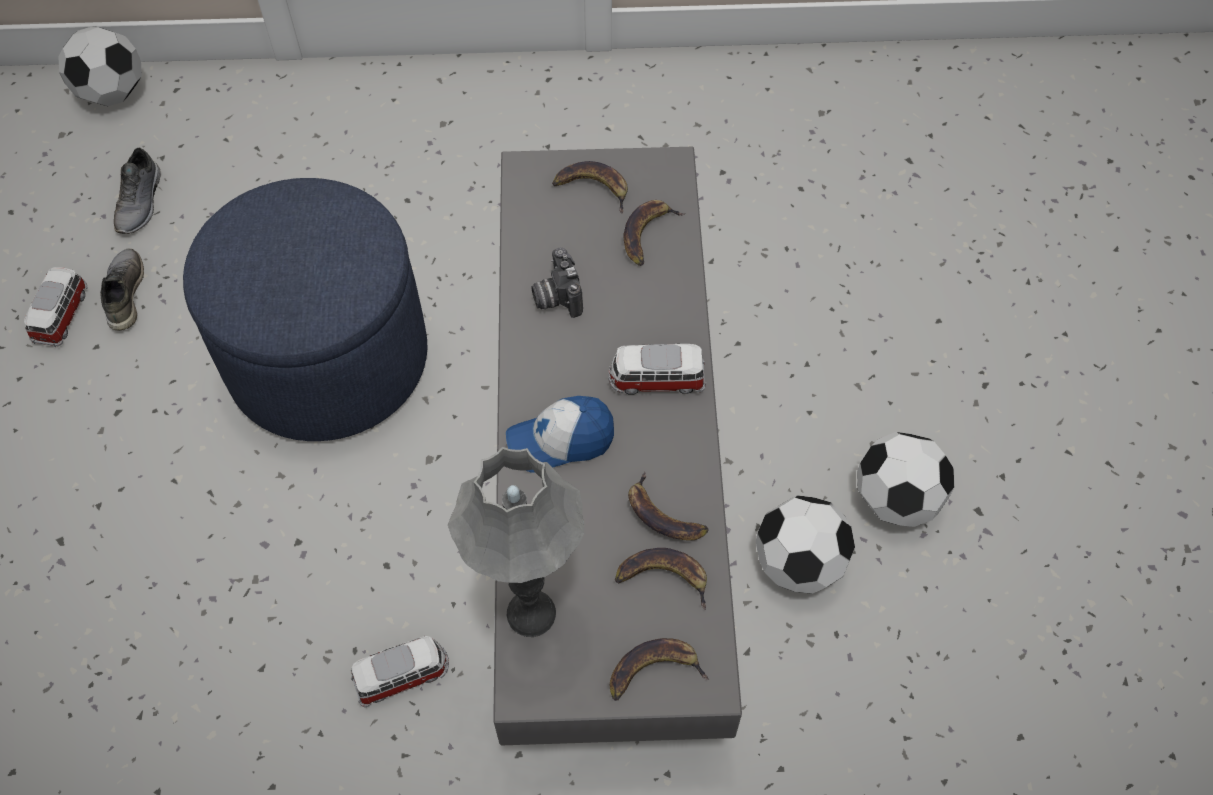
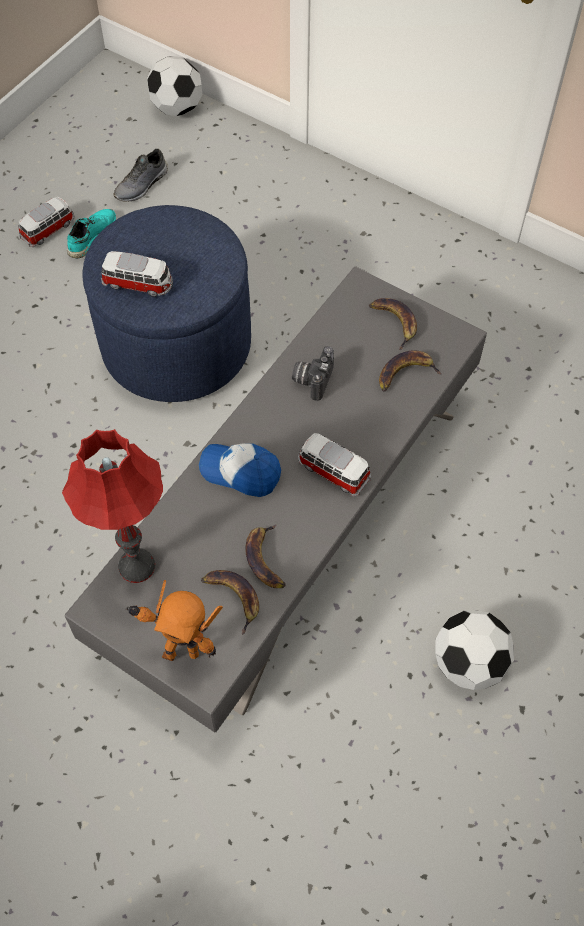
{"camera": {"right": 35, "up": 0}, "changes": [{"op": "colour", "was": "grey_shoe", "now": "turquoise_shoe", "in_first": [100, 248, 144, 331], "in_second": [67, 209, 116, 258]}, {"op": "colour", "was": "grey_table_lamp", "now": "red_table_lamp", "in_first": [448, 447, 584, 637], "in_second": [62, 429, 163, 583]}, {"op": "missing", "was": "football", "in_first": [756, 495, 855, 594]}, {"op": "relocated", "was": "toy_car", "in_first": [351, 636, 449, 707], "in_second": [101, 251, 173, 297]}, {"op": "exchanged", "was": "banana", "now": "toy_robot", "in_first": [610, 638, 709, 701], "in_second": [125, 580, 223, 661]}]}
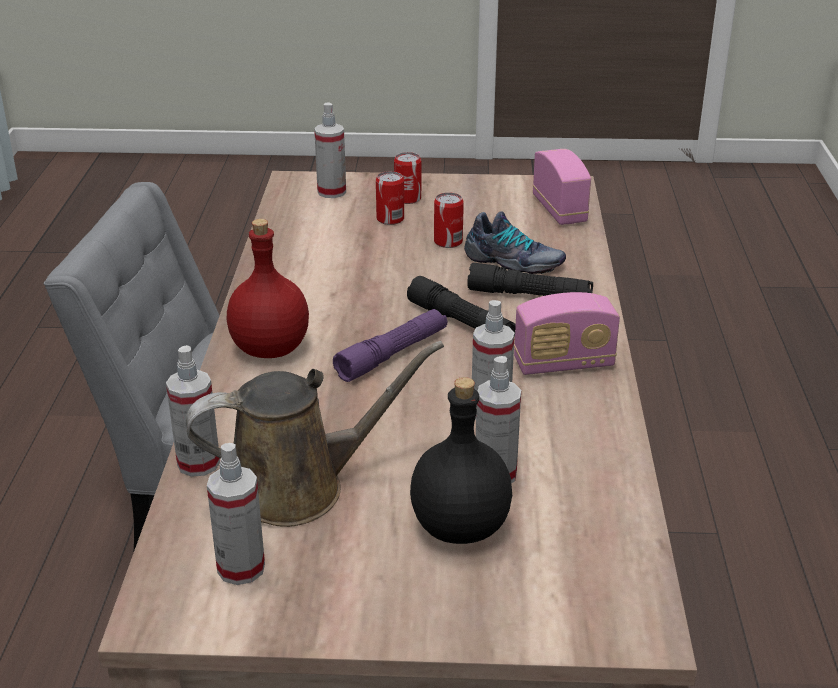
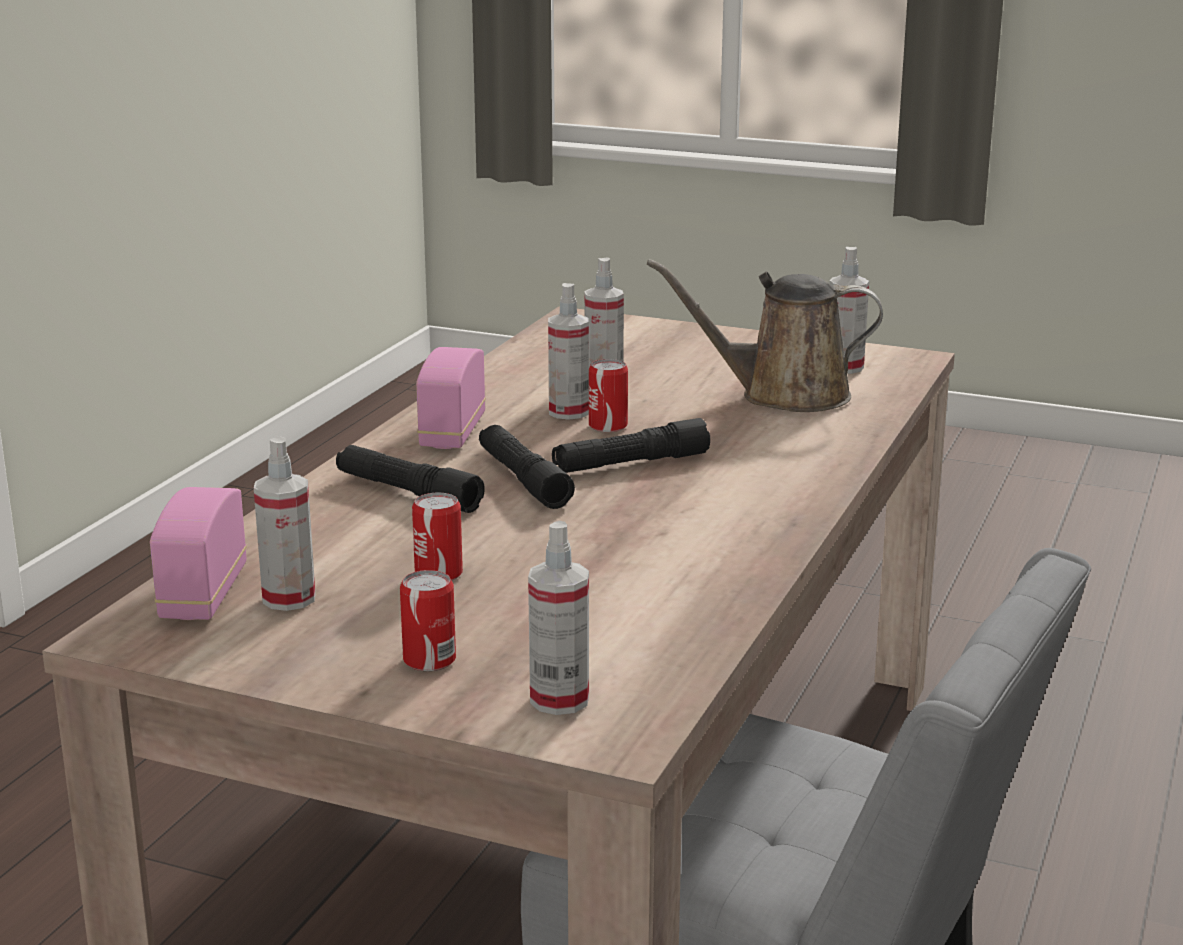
{"camera": {"right": -160, "up": -10}, "changes": [{"op": "relocated", "was": "can", "in_first": [376, 171, 404, 225], "in_second": [589, 359, 628, 432]}, {"op": "missing", "was": "shoe", "in_first": [464, 211, 566, 274]}, {"op": "missing", "was": "red_bottle", "in_first": [227, 219, 309, 358]}, {"op": "spun", "was": "radio", "in_first": [514, 292, 620, 375], "in_second": [416, 347, 486, 449], "clockwise": -90}, {"op": "colour", "was": "purple_flashlight", "now": "black_flashlight", "in_first": [333, 309, 447, 382], "in_second": [552, 418, 710, 473]}, {"op": "relocated", "was": "spray_bottle", "in_first": [166, 345, 220, 477], "in_second": [254, 436, 315, 611]}, {"op": "missing", "was": "black_bottle", "in_first": [410, 377, 512, 544]}]}
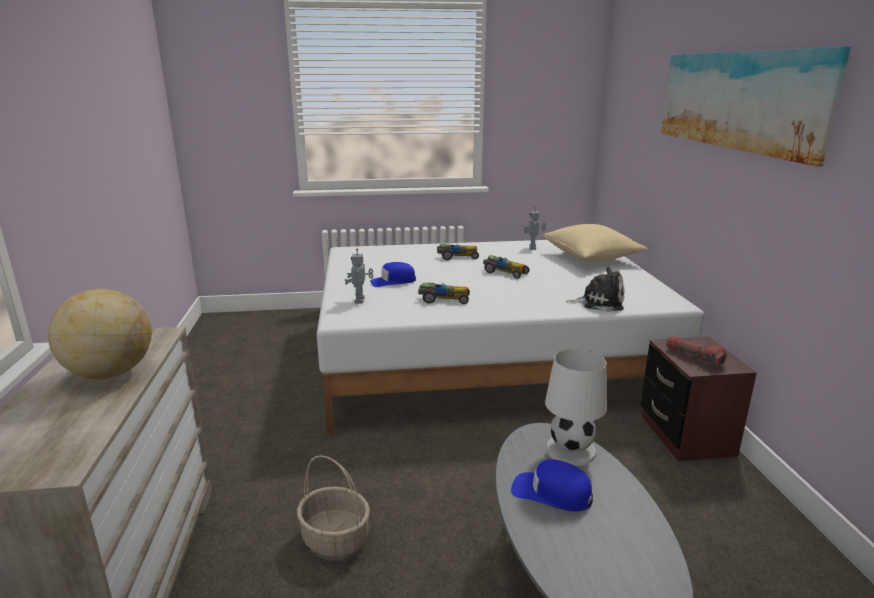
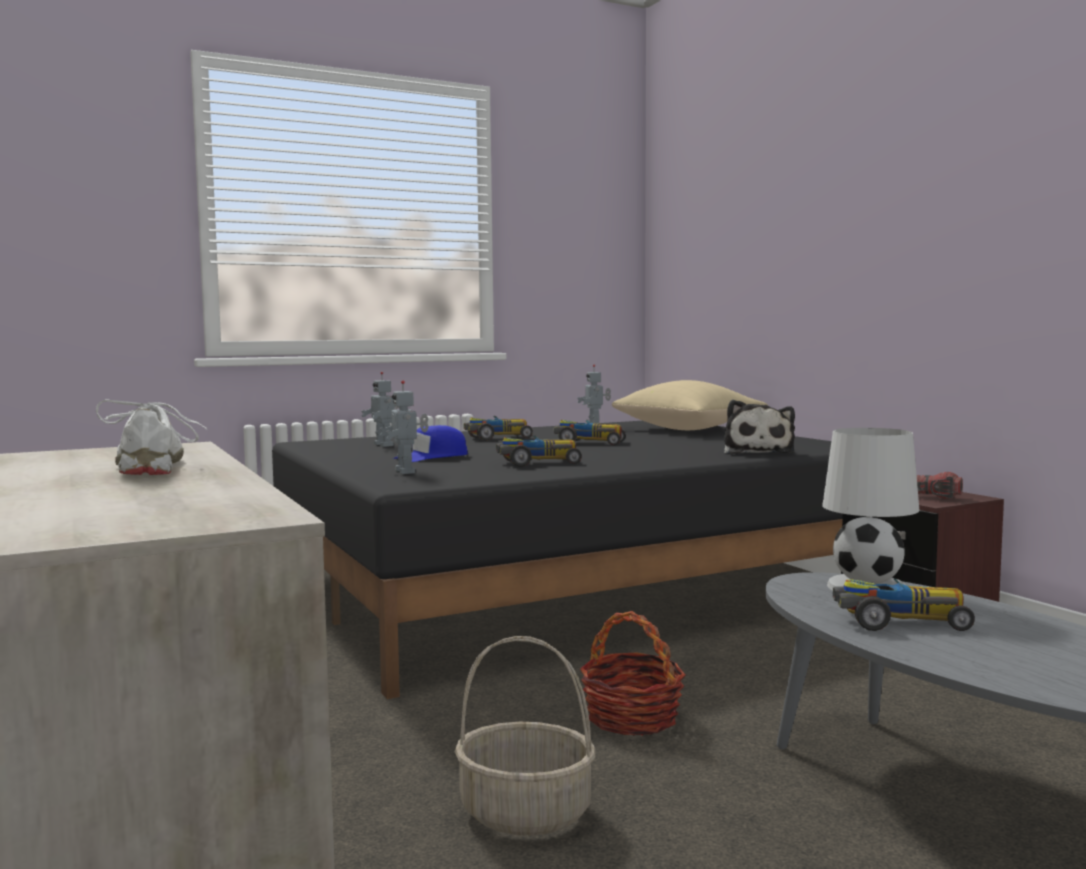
{"camera": {"right": -20, "up": -15}, "changes": [{"op": "missing", "was": "picture", "in_first": [661, 46, 851, 167]}, {"op": "colour", "was": "white_bed", "now": "black_bed", "in_first": [317, 240, 704, 434], "in_second": [272, 421, 843, 699]}, {"op": "spun", "was": "plush_toy", "in_first": [566, 267, 624, 312], "in_second": [724, 400, 795, 454], "clockwise": 105}, {"op": "exchanged", "was": "globe", "now": "white_shoe", "in_first": [48, 289, 152, 379], "in_second": [96, 399, 207, 475]}, {"op": "exchanged", "was": "blue_cap", "now": "toy_car", "in_first": [511, 459, 593, 512], "in_second": [833, 578, 975, 631]}, {"op": "appeared", "now": "toy_robot", "in_second": [361, 372, 399, 447]}, {"op": "appeared", "now": "basket", "in_second": [580, 611, 686, 736]}]}
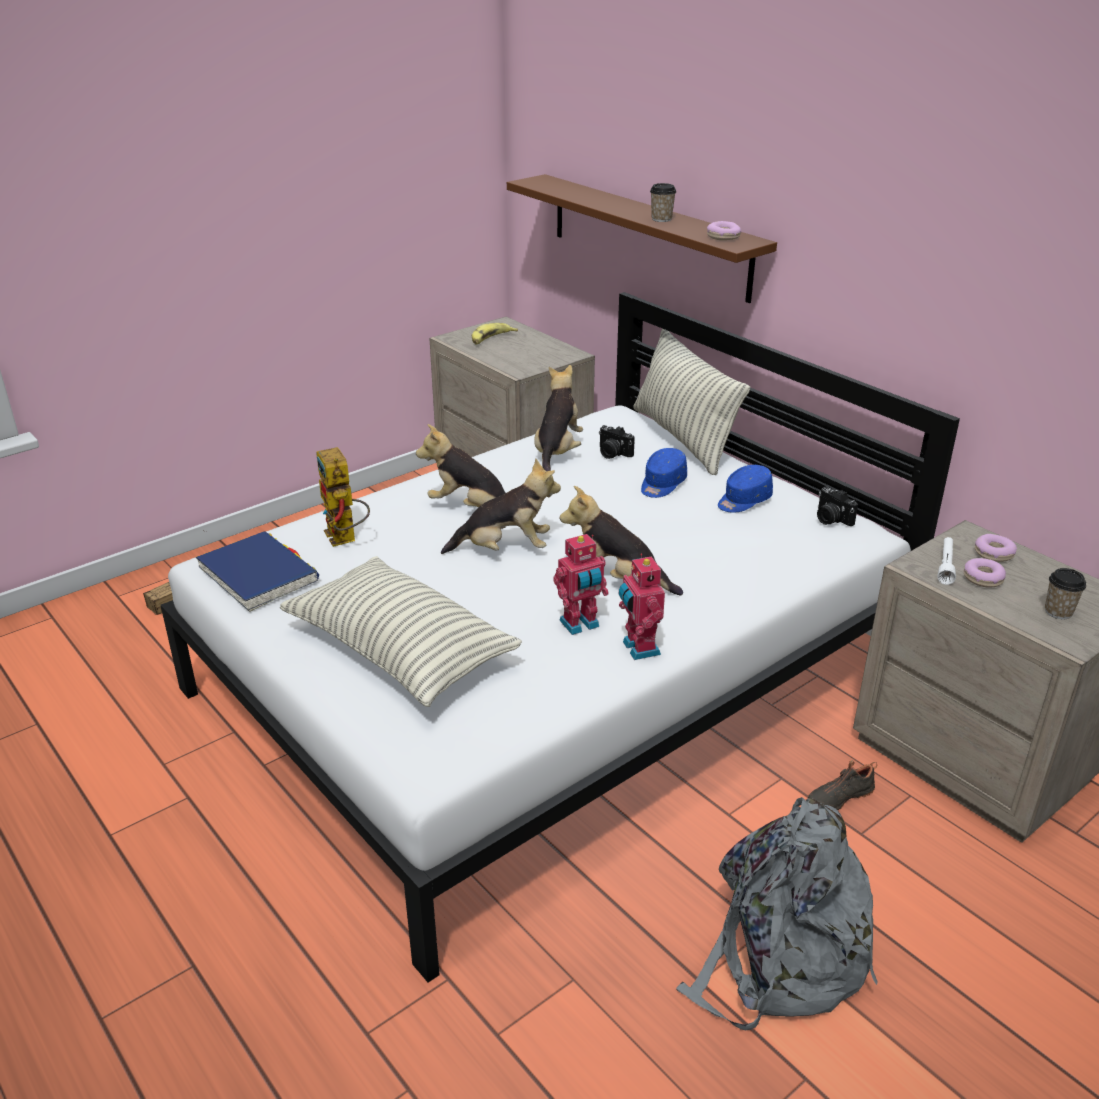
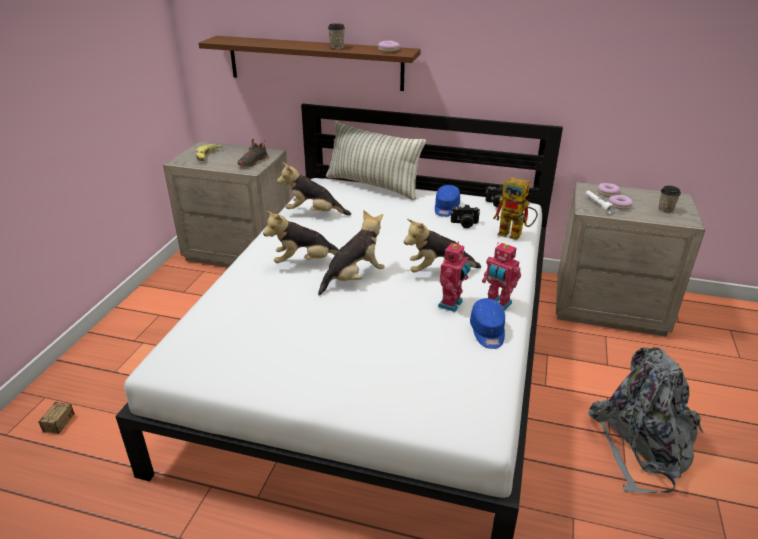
{"camera": {"right": -35, "up": 0}, "changes": [{"op": "spun", "was": "plush_toy", "in_first": [534, 365, 583, 471], "in_second": [277, 162, 351, 216], "clockwise": -60}, {"op": "relocated", "was": "photo_camera", "in_first": [599, 425, 635, 459], "in_second": [451, 204, 480, 228]}, {"op": "relocated", "was": "toy_robot", "in_first": [316, 447, 370, 547], "in_second": [493, 177, 538, 240]}, {"op": "relocated", "was": "blue_cap", "in_first": [641, 448, 687, 498], "in_second": [470, 298, 505, 349]}, {"op": "missing", "was": "blue_book", "in_first": [196, 531, 319, 612]}, {"op": "missing", "was": "pillow", "in_first": [280, 556, 522, 707]}, {"op": "relocated", "was": "black_shoe", "in_first": [808, 760, 877, 810], "in_second": [238, 139, 268, 167]}]}
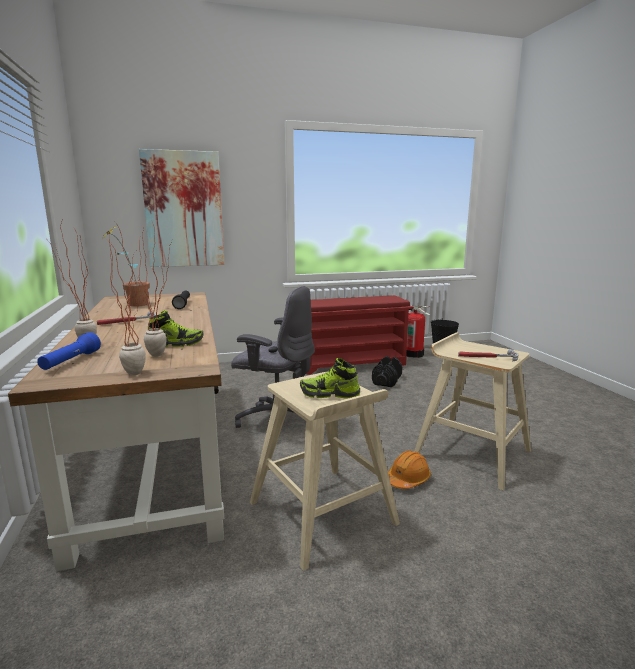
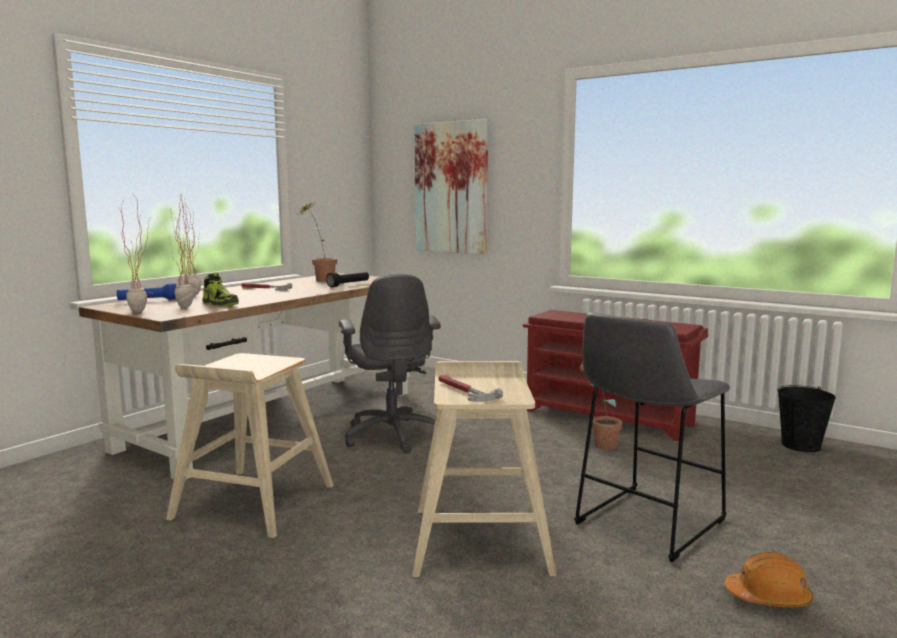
{"camera": {"right": 50, "up": -5}, "changes": [{"op": "missing", "was": "fire_extinguisher", "in_first": [406, 305, 431, 358]}, {"op": "exchanged", "was": "black_dumbbell", "now": "potted_plant", "in_first": [372, 356, 403, 387], "in_second": [578, 362, 622, 450]}, {"op": "missing", "was": "shoe", "in_first": [300, 358, 360, 399]}, {"op": "relocated", "was": "orange_hard_hat", "in_first": [388, 450, 431, 489], "in_second": [725, 552, 813, 607]}, {"op": "appeared", "now": "grey_stool", "in_second": [574, 312, 730, 562]}]}
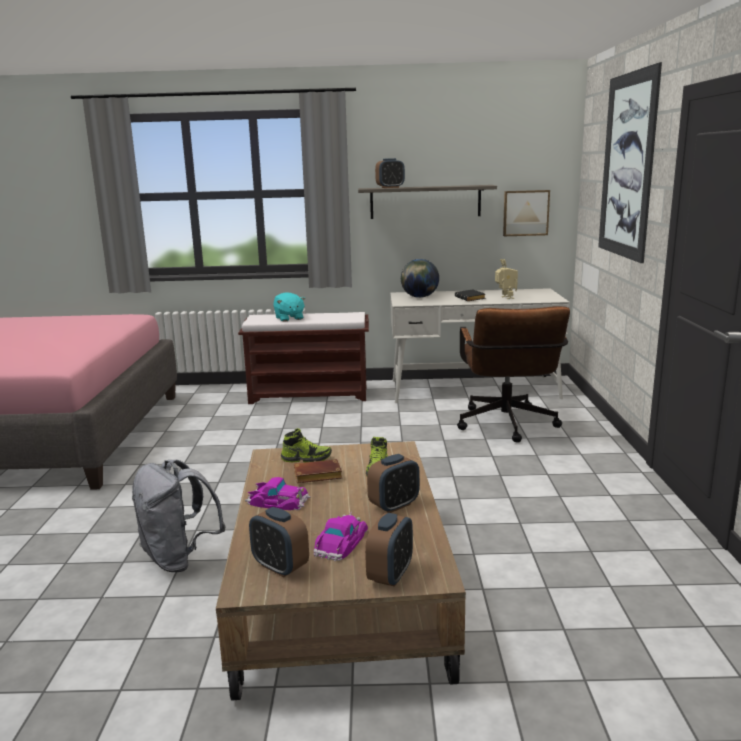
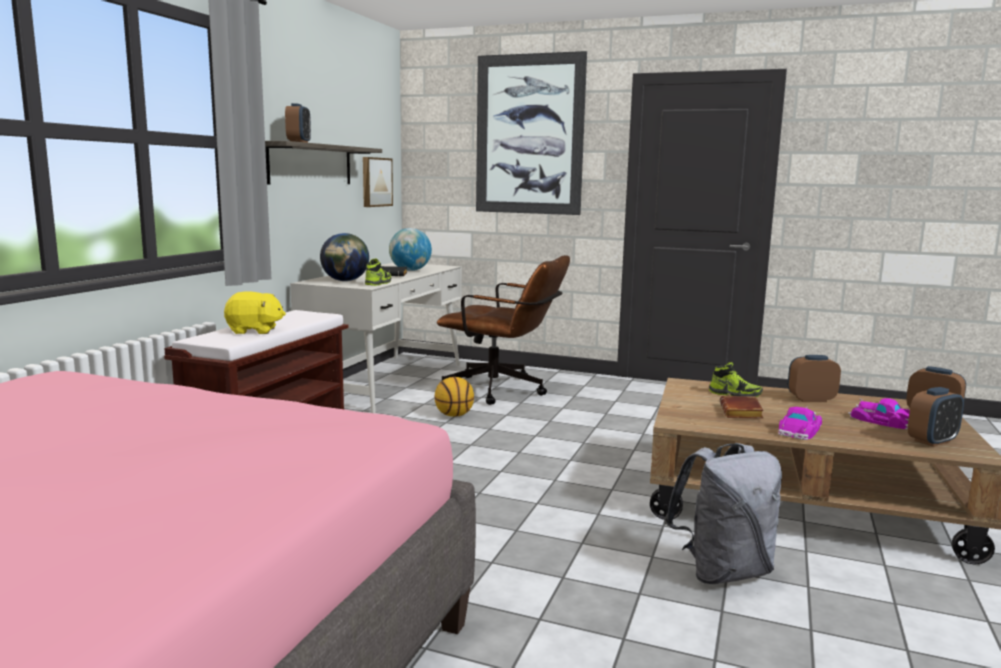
{"camera": {"right": -70, "up": -5}, "changes": [{"op": "exchanged", "was": "toy_robot", "now": "globe", "in_first": [495, 259, 518, 299], "in_second": [389, 228, 432, 271]}, {"op": "colour", "was": "turquoise_plush_toy", "now": "yellow_plush_toy", "in_first": [273, 292, 305, 322], "in_second": [224, 291, 286, 334]}, {"op": "relocated", "was": "shoe", "in_first": [281, 428, 332, 462], "in_second": [365, 258, 391, 286]}, {"op": "spun", "was": "alarm_clock", "in_first": [367, 454, 420, 513], "in_second": [788, 355, 841, 402], "clockwise": -75}, {"op": "appeared", "now": "basketball", "in_second": [434, 377, 474, 417]}]}
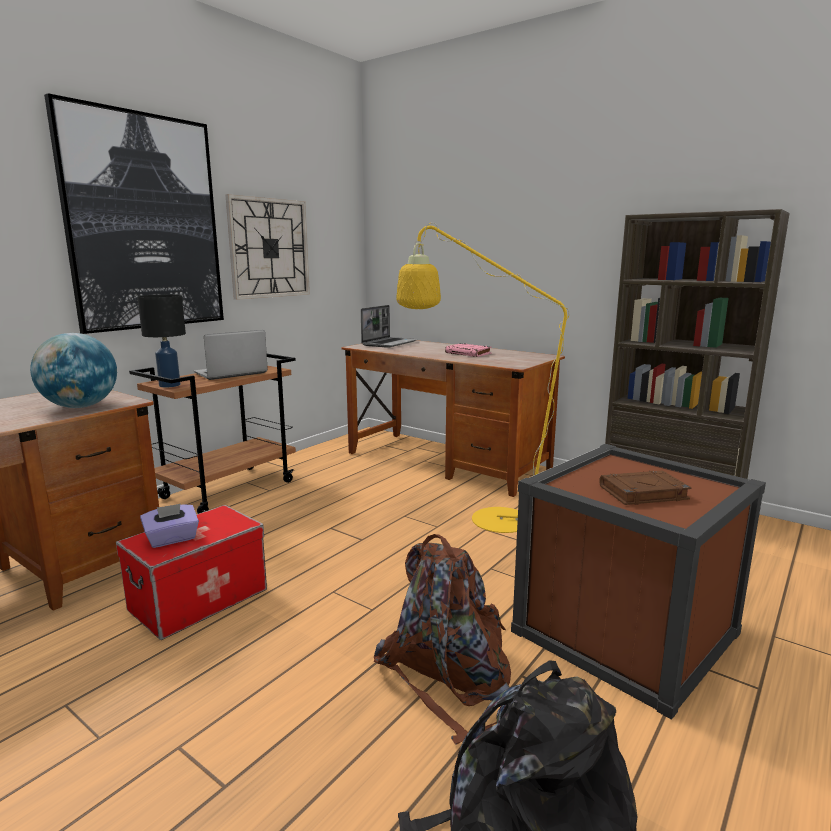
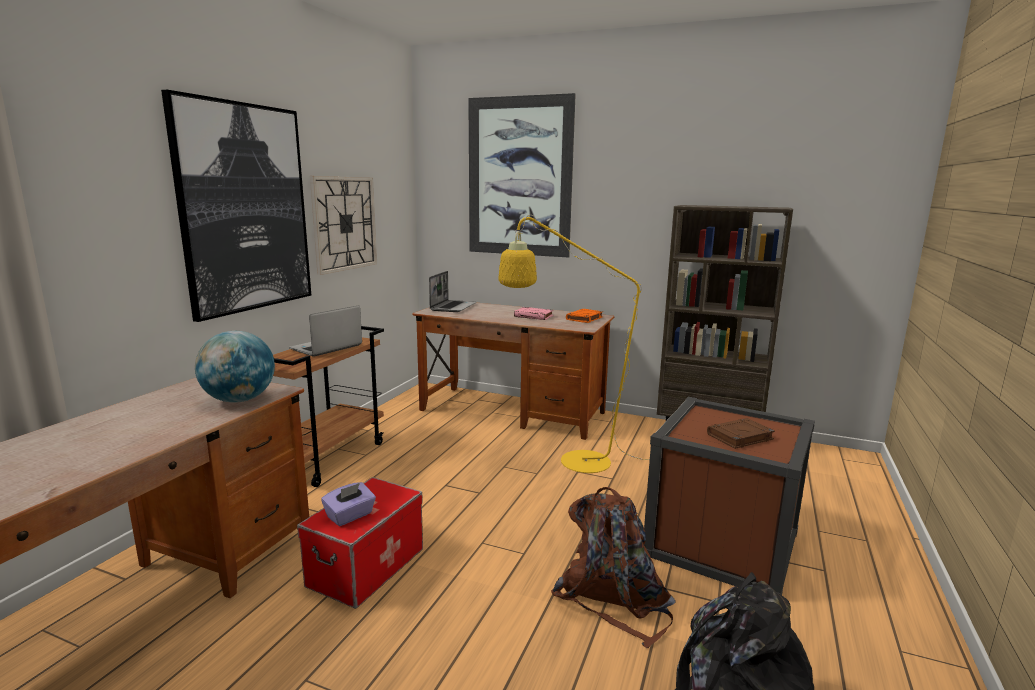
{"camera": {"right": -15, "up": 0}, "changes": [{"op": "missing", "was": "black_table_lamp", "in_first": [137, 294, 186, 387]}, {"op": "appeared", "now": "picture", "in_second": [468, 93, 576, 258]}, {"op": "appeared", "now": "orange_book", "in_second": [566, 309, 603, 323]}]}
